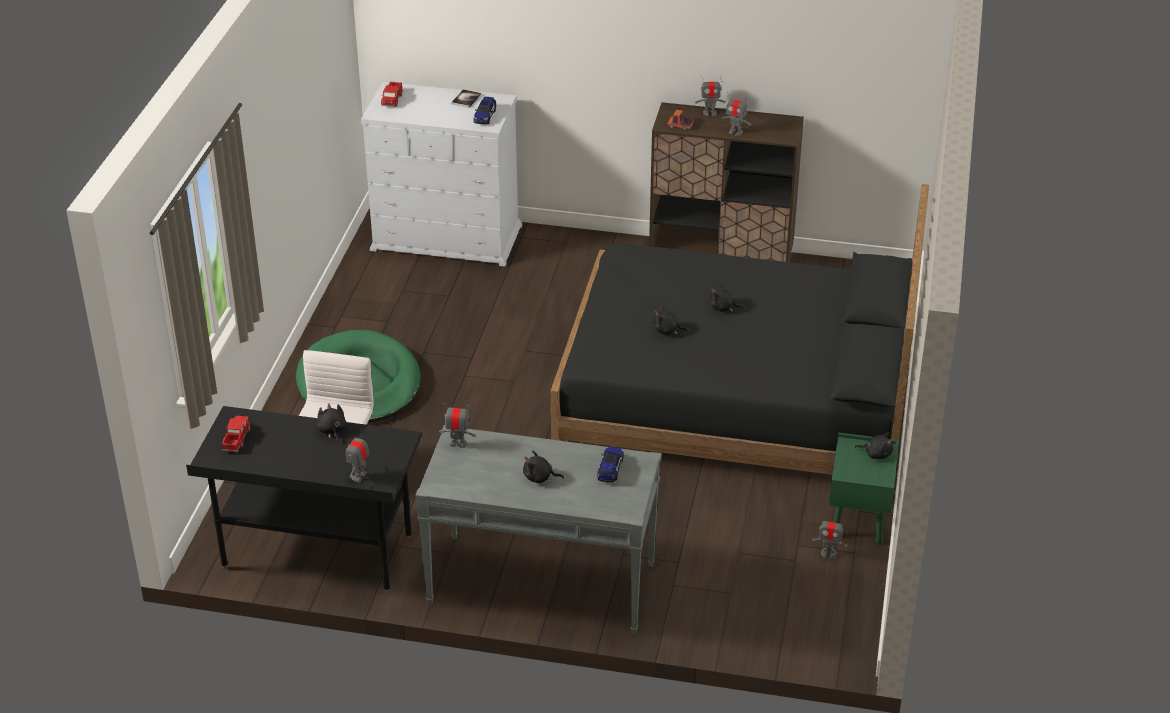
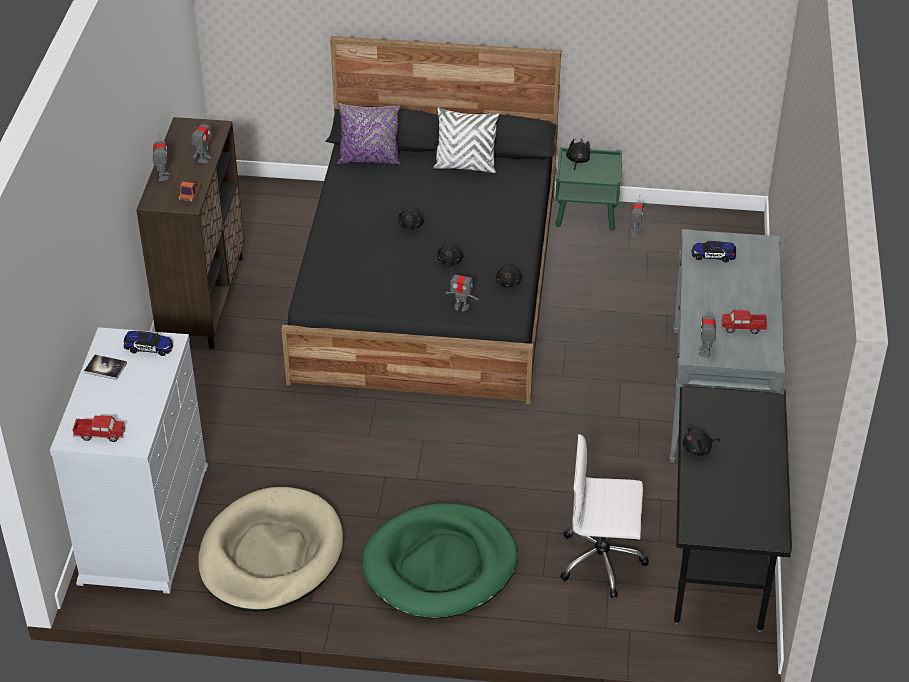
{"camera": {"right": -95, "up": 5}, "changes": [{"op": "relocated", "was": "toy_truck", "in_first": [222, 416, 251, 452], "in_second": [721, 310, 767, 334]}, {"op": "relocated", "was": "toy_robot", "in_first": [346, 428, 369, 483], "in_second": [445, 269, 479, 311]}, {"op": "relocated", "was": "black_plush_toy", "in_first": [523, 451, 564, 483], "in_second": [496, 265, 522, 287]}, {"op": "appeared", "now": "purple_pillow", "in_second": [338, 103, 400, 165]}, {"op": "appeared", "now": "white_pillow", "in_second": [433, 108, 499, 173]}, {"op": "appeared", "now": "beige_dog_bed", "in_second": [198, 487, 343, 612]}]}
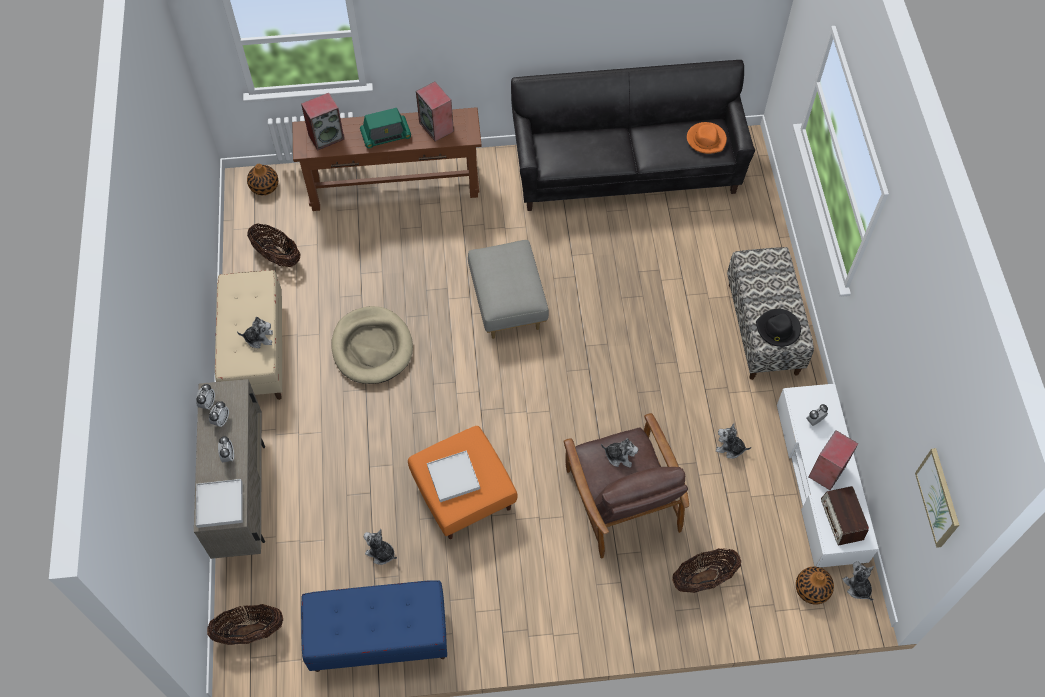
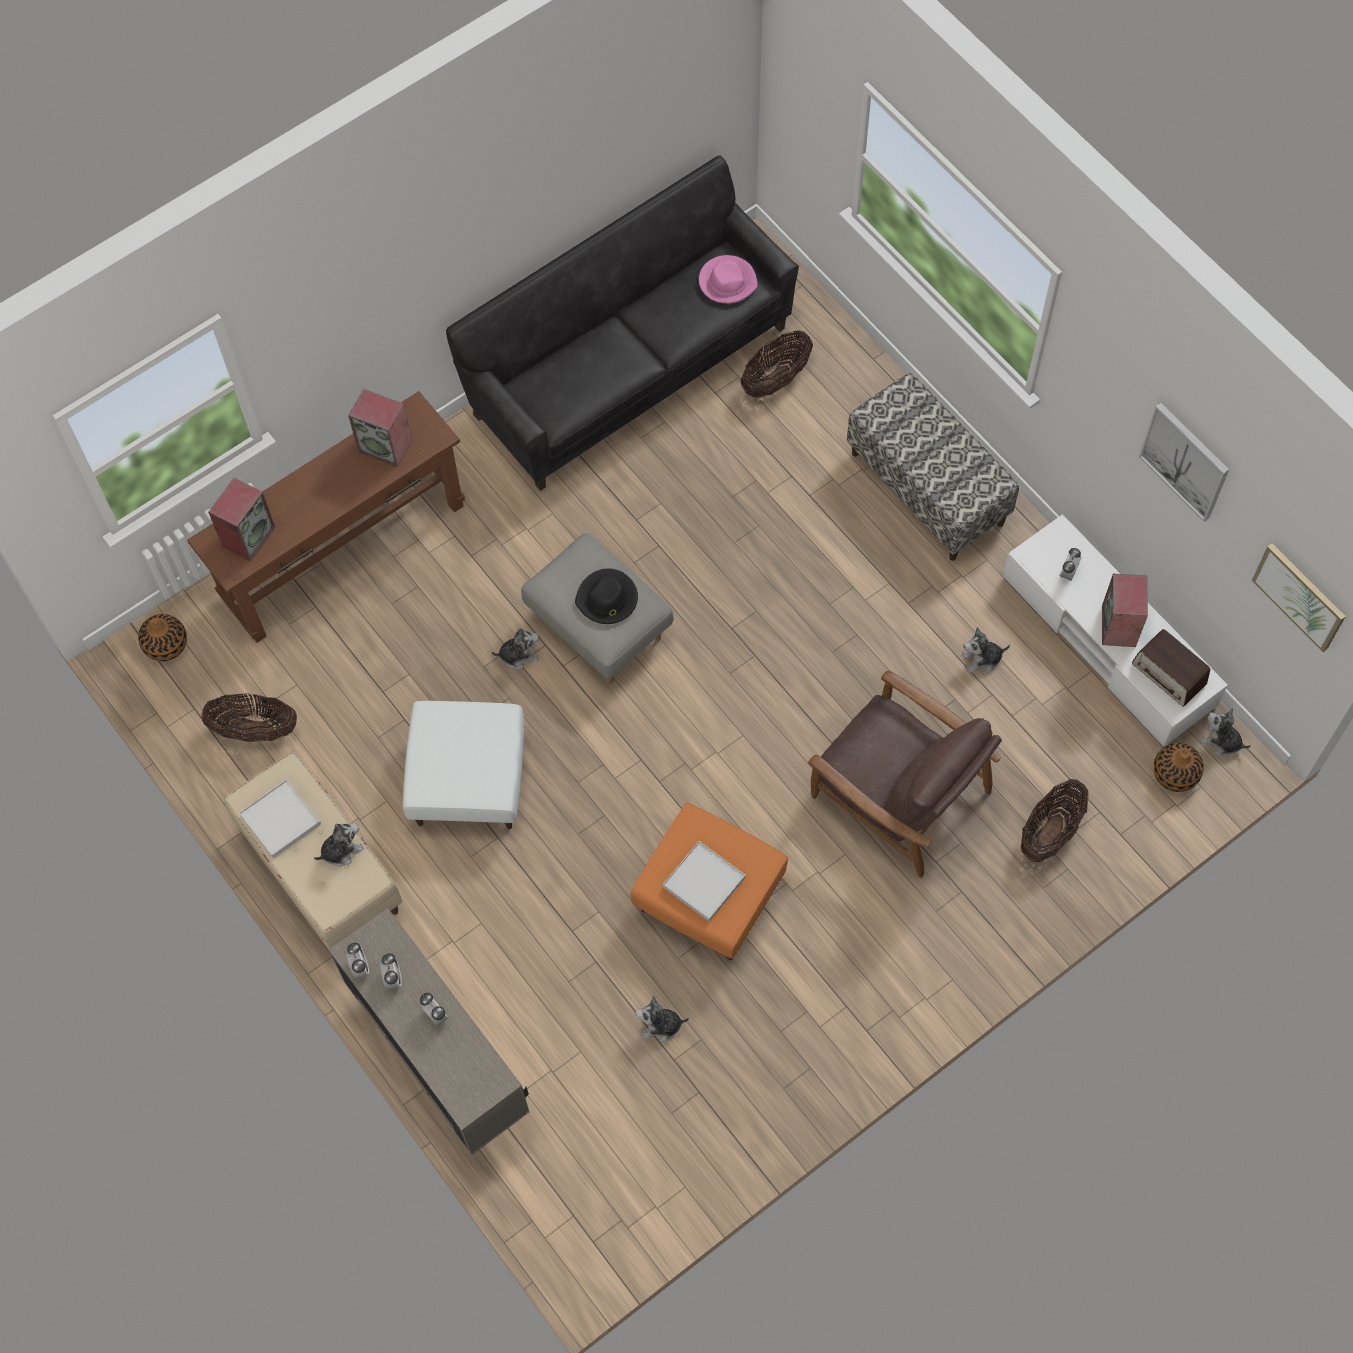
{"camera": {"right": -30, "up": 5}, "changes": [{"op": "missing", "was": "radio", "in_first": [360, 108, 411, 149]}, {"op": "colour", "was": "orange_hat", "now": "pink_hat", "in_first": [687, 122, 727, 154], "in_second": [699, 255, 757, 304]}, {"op": "exchanged", "was": "beige_dog_bed", "now": "white_ottoman", "in_first": [332, 306, 413, 384], "in_second": [403, 701, 524, 829]}, {"op": "relocated", "was": "black_hat", "in_first": [756, 309, 801, 347], "in_second": [575, 569, 638, 624]}, {"op": "relocated", "was": "plush_toy", "in_first": [601, 438, 638, 468], "in_second": [491, 628, 539, 669]}, {"op": "relocated", "was": "white_tray", "in_first": [196, 479, 243, 528], "in_second": [239, 779, 321, 858]}, {"op": "missing", "was": "blue_bench", "in_first": [301, 580, 447, 672]}, {"op": "relocated", "was": "basket", "in_first": [207, 604, 283, 645], "in_second": [740, 330, 813, 398]}, {"op": "appeared", "now": "picture", "in_second": [1139, 403, 1229, 522]}]}
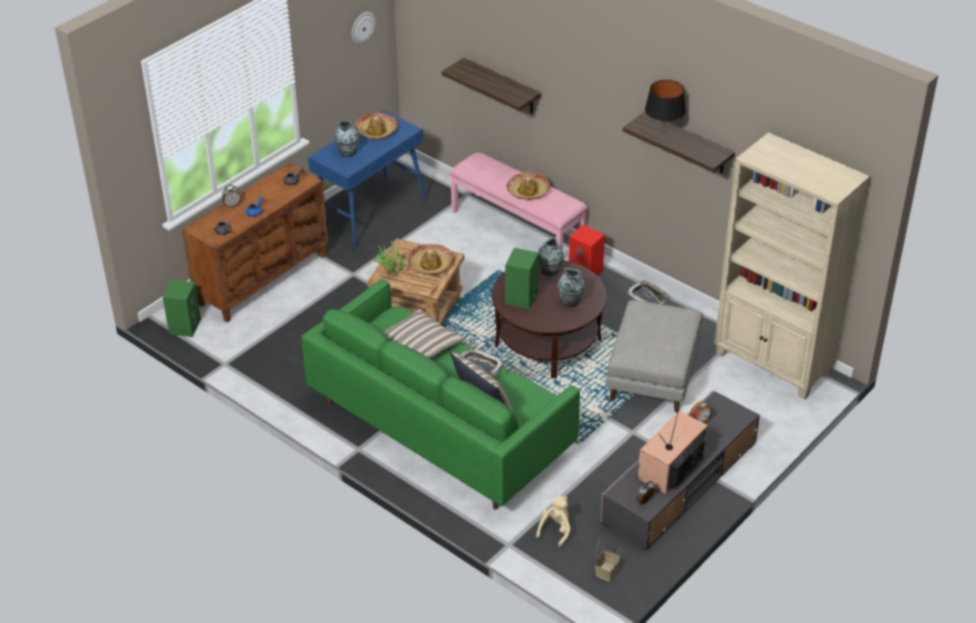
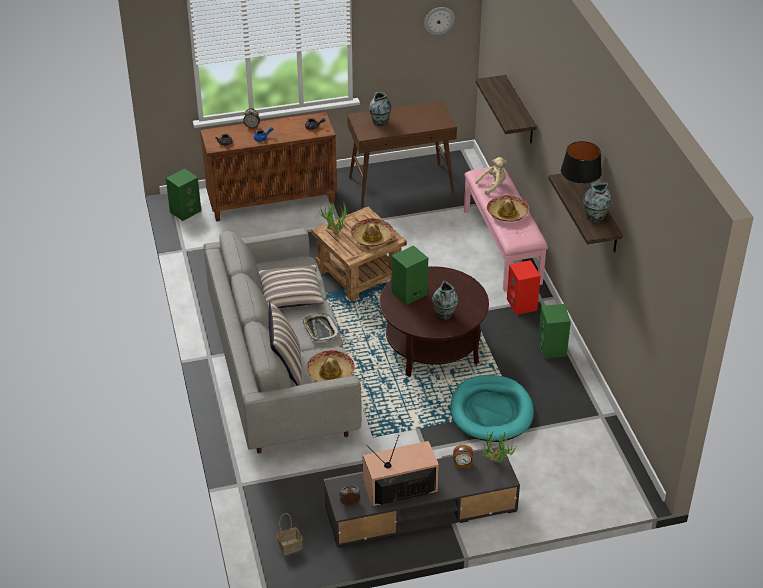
{"camera": {"right": 35, "up": 0}, "changes": [{"op": "colour", "was": "blue_console_table", "now": "brown_console_table", "in_first": [308, 110, 426, 248], "in_second": [347, 101, 457, 207]}, {"op": "relocated", "was": "hat", "in_first": [355, 113, 398, 140], "in_second": [307, 350, 355, 382]}, {"op": "missing", "was": "beige_bookcase", "in_first": [715, 132, 870, 400]}, {"op": "relocated", "was": "vase", "in_first": [538, 237, 564, 276], "in_second": [583, 183, 611, 223]}, {"op": "colour", "was": "green_sofa", "now": "grey_sofa", "in_first": [301, 279, 580, 510], "in_second": [204, 228, 362, 453]}, {"op": "exchanged", "was": "tray", "now": "green_speaker", "in_first": [627, 281, 669, 305], "in_second": [538, 304, 571, 359]}, {"op": "exchanged", "was": "grey_ottoman", "now": "turquoise_dog_bed", "in_first": [607, 300, 703, 413], "in_second": [450, 375, 534, 442]}, {"op": "relocated", "was": "beige_plush_toy", "in_first": [536, 496, 571, 547], "in_second": [475, 157, 507, 195]}, {"op": "appeared", "now": "potted_plant", "in_second": [482, 431, 516, 463]}]}
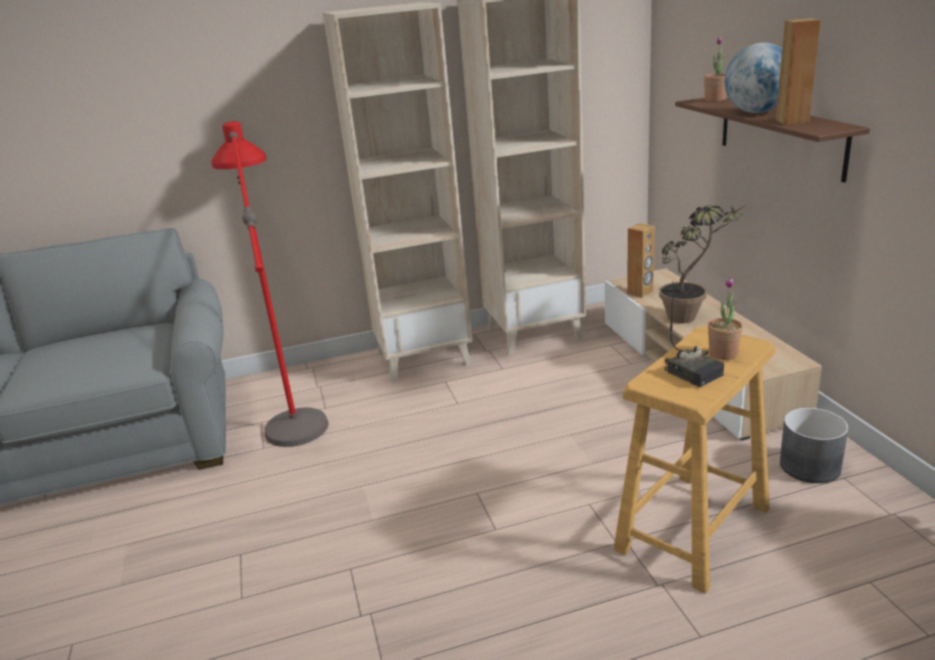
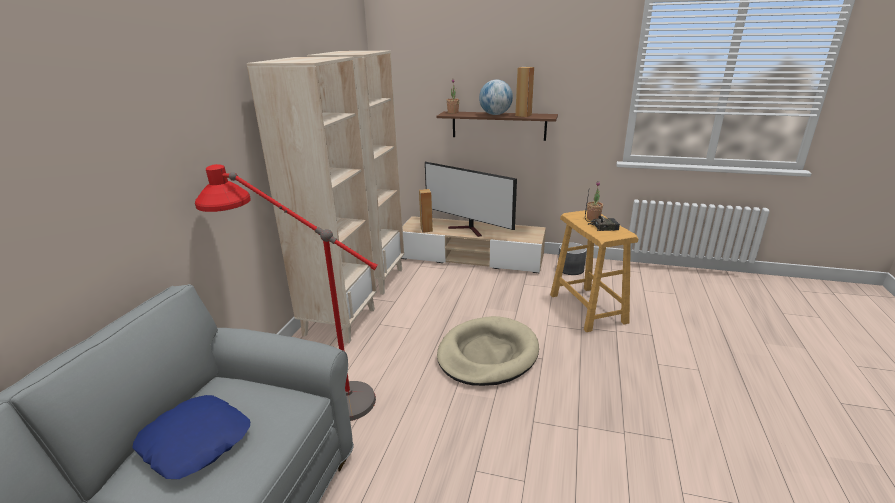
{"camera": {"right": -60, "up": 0}, "changes": [{"op": "exchanged", "was": "potted_plant", "now": "television", "in_first": [659, 205, 746, 323], "in_second": [425, 162, 517, 237]}, {"op": "appeared", "now": "beige_dog_bed", "in_second": [437, 316, 539, 386]}, {"op": "appeared", "now": "blue_pillow", "in_second": [132, 395, 250, 479]}]}
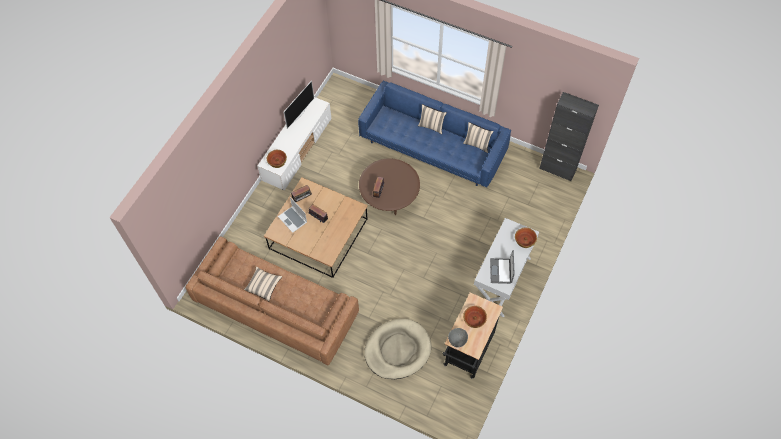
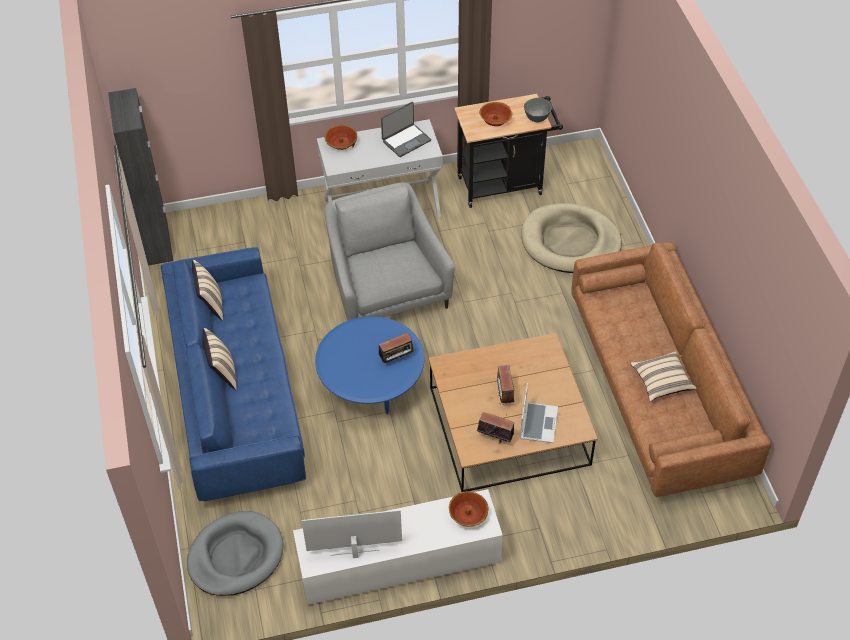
{"camera": {"right": -130, "up": -10}, "changes": [{"op": "colour", "was": "brown_coffee_table", "now": "blue_coffee_table", "in_first": [359, 159, 420, 215], "in_second": [315, 316, 424, 415]}, {"op": "appeared", "now": "grey_armchair", "in_second": [324, 182, 455, 320]}, {"op": "appeared", "now": "grey_dog_bed", "in_second": [187, 511, 283, 596]}]}
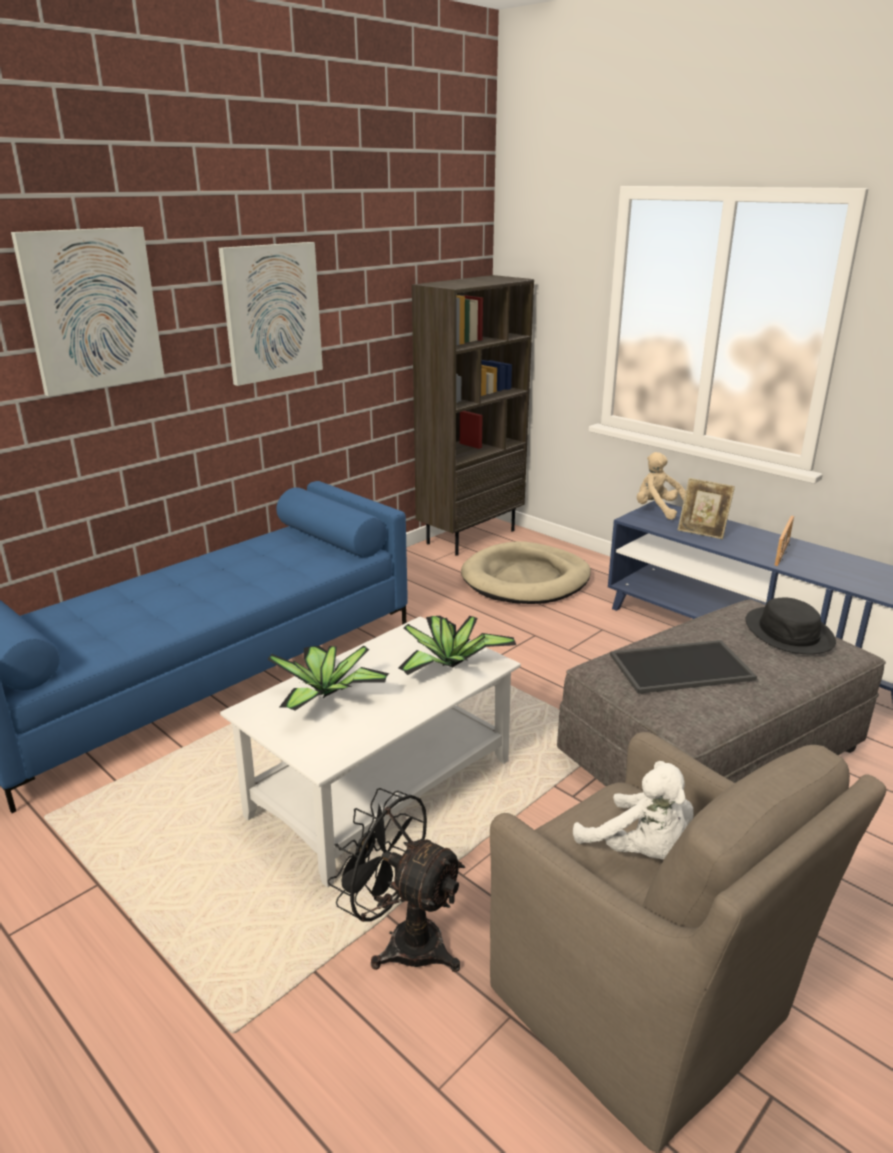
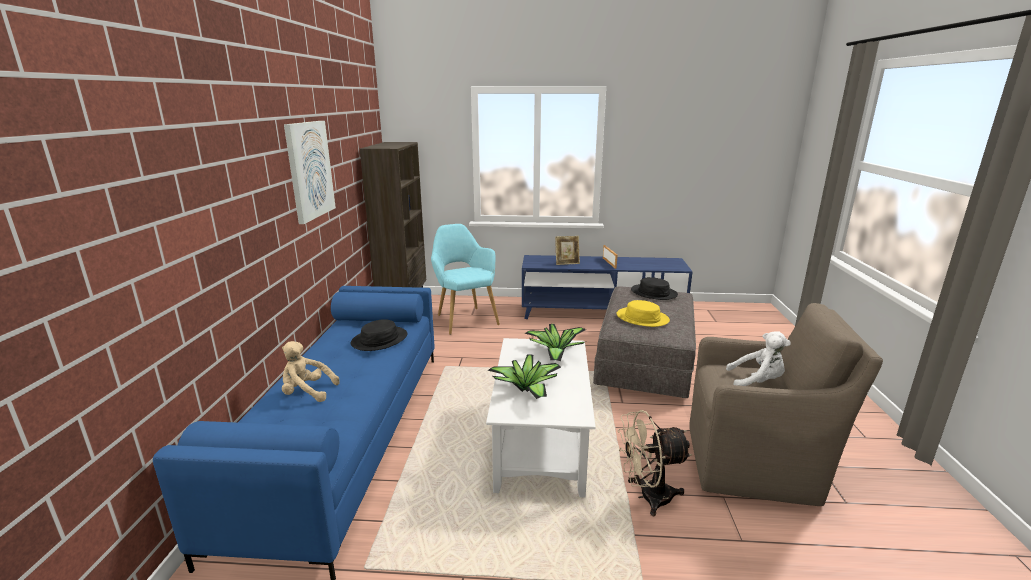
{"camera": {"right": -40, "up": -5}, "changes": [{"op": "missing", "was": "picture", "in_first": [11, 227, 165, 396]}, {"op": "relocated", "was": "beige_plush_toy", "in_first": [637, 452, 686, 520], "in_second": [282, 341, 340, 402]}, {"op": "exchanged", "was": "beige_dog_bed", "now": "turquoise_armchair", "in_first": [461, 541, 591, 604], "in_second": [431, 224, 500, 335]}, {"op": "exchanged", "was": "tray", "now": "yellow_hat", "in_first": [610, 640, 757, 694], "in_second": [617, 300, 670, 327]}, {"op": "colour", "was": "black_fan", "now": "beige_fan", "in_first": [328, 788, 465, 972], "in_second": [618, 410, 692, 517]}, {"op": "appeared", "now": "black_hat", "in_second": [351, 319, 407, 351]}]}
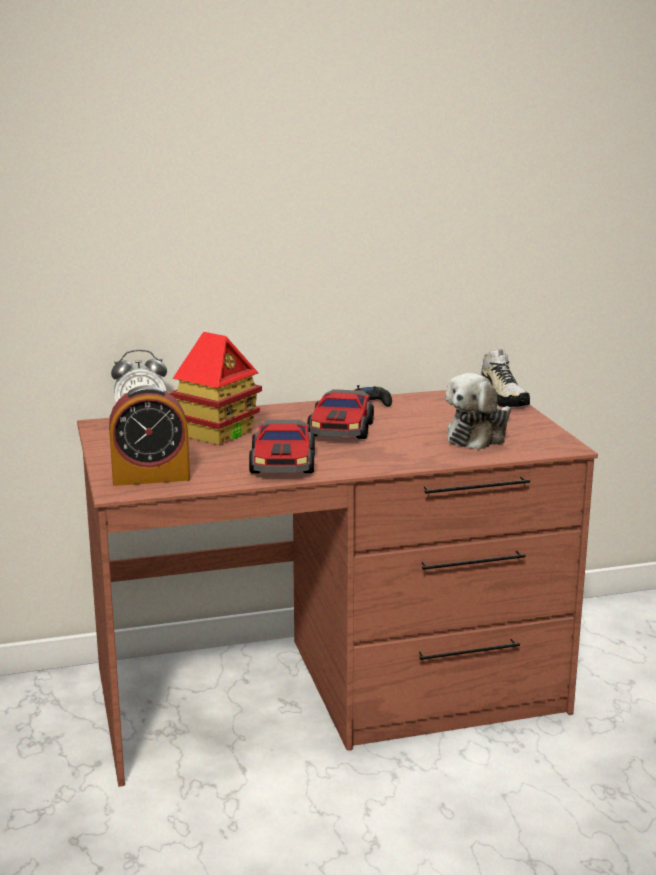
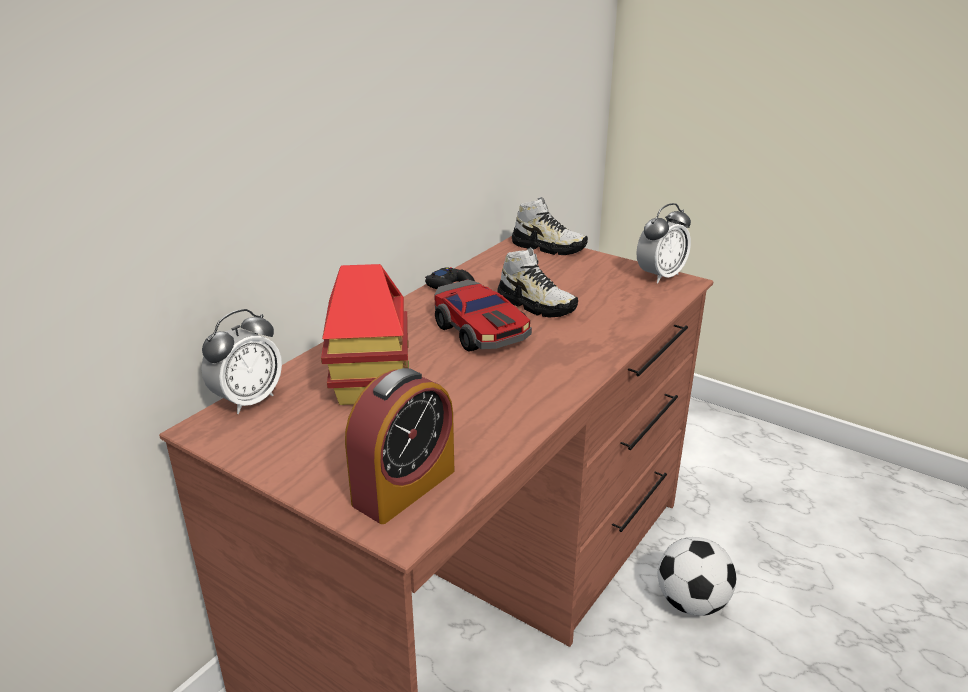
{"camera": {"right": -40, "up": 10}, "changes": [{"op": "missing", "was": "plush_toy", "in_first": [445, 373, 511, 450]}, {"op": "missing", "was": "toy_car", "in_first": [249, 420, 315, 473]}, {"op": "appeared", "now": "alarm_clock", "in_second": [636, 203, 691, 283]}, {"op": "appeared", "now": "shoe", "in_second": [497, 247, 578, 318]}, {"op": "appeared", "now": "football", "in_second": [658, 537, 737, 616]}]}
